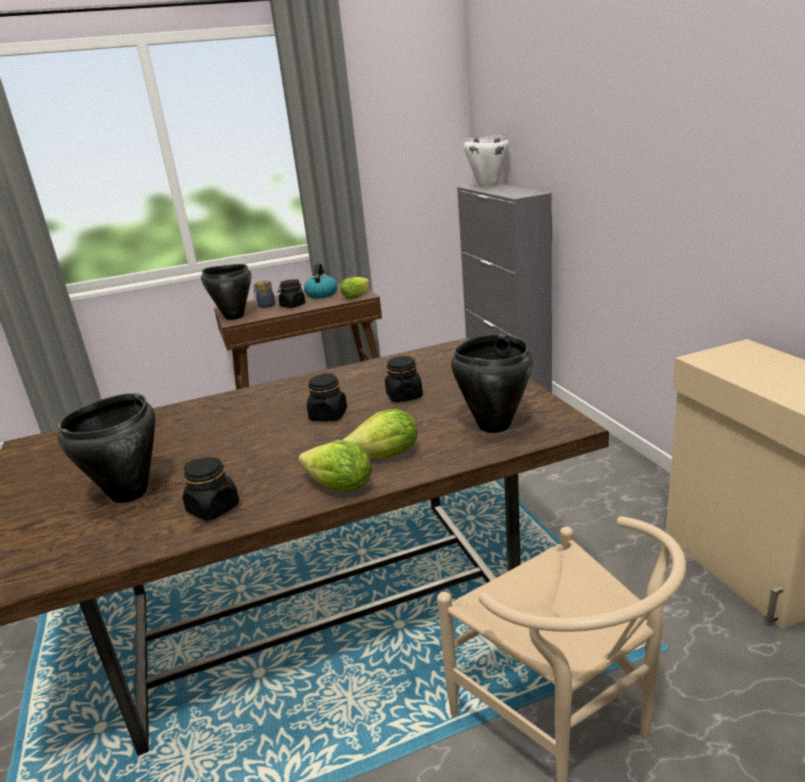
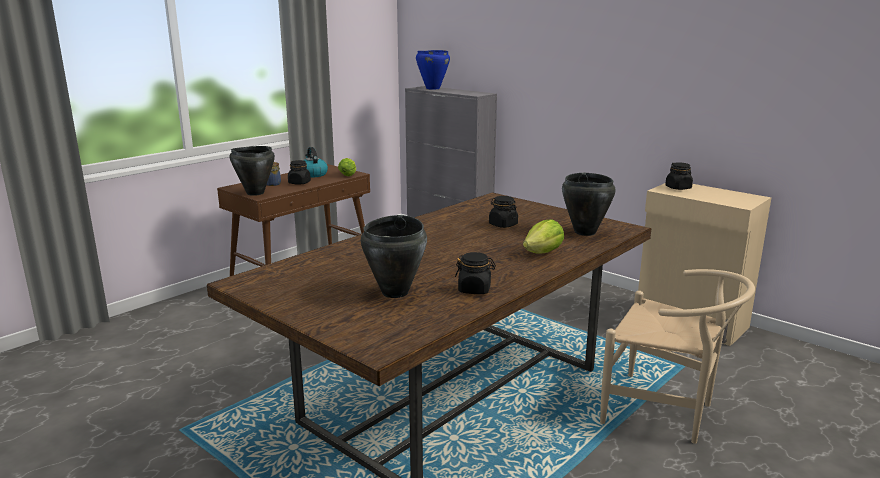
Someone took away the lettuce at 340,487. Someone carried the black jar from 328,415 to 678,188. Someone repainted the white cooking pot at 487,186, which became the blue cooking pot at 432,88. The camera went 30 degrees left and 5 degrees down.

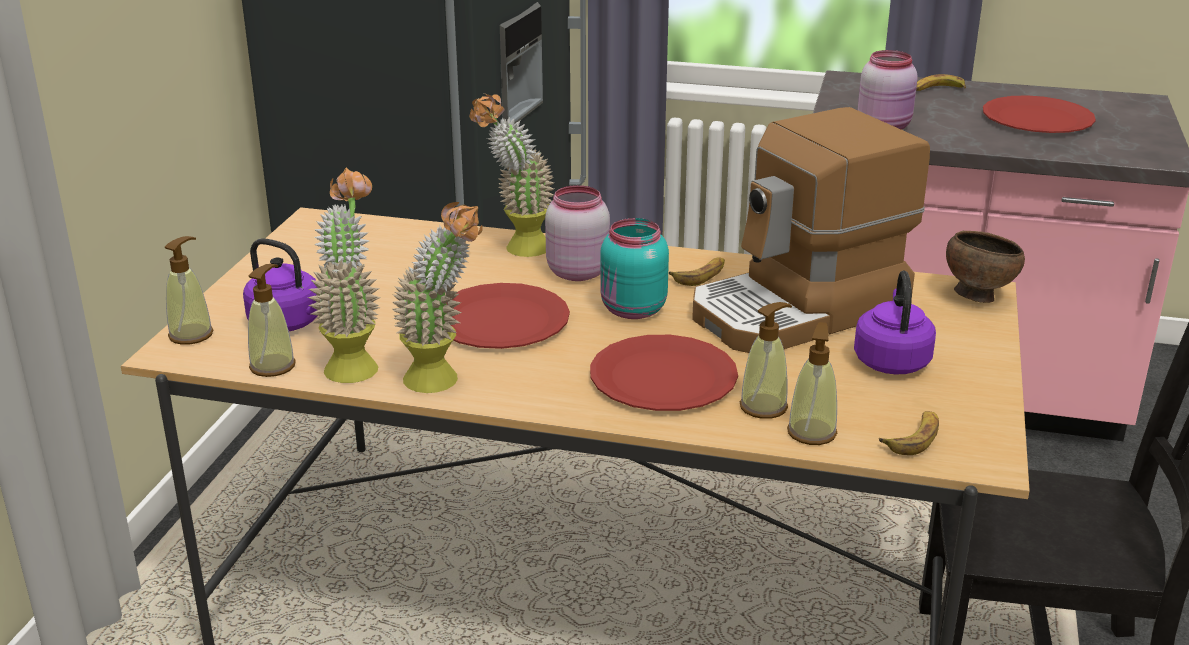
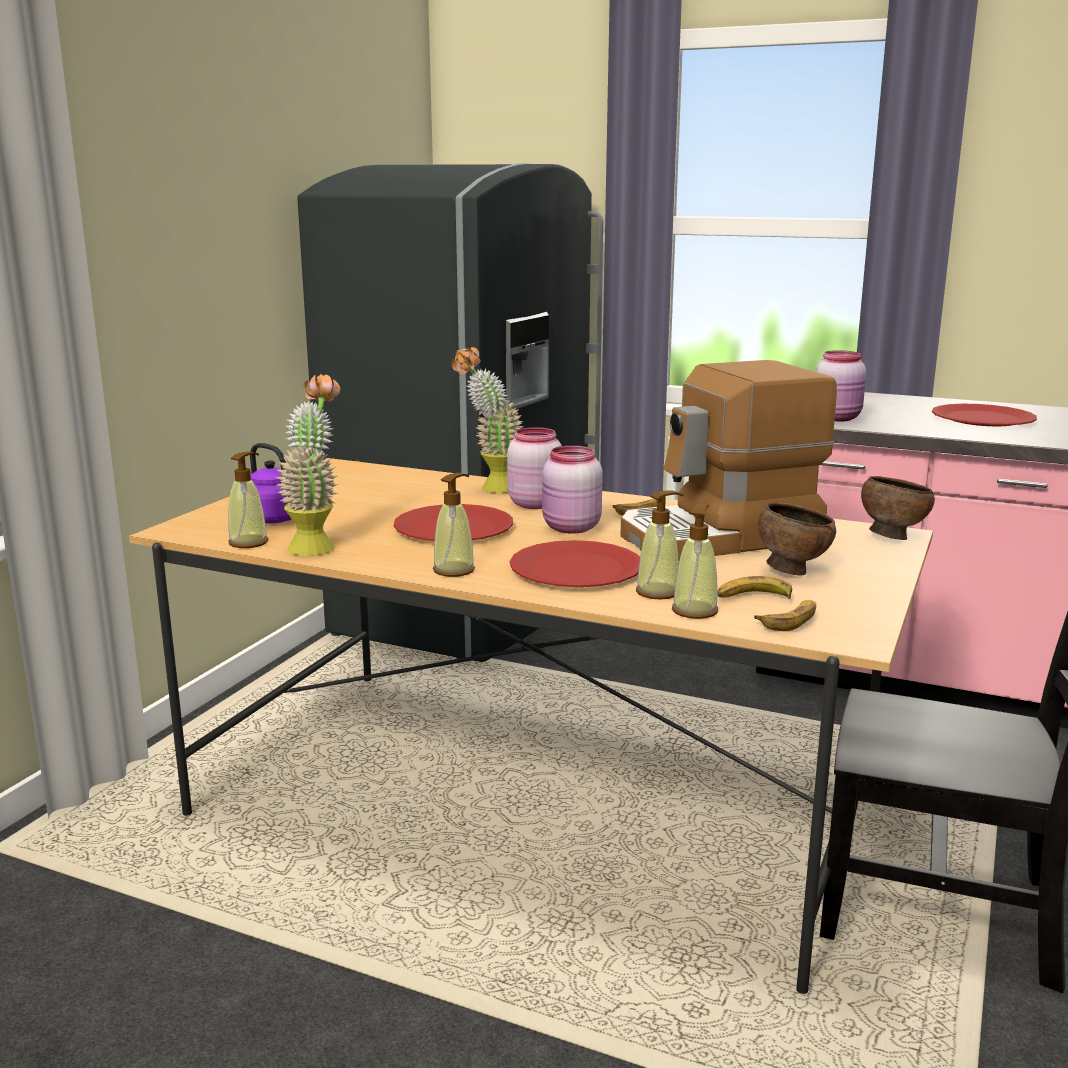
Someone took away the potted plant at 444,382. Someone carried the soap dispenser from 191,335 to 454,570. Someone carried the banana from 938,90 to 753,597. Someone swapped the purple kettle at 891,360 for the brown bowl at 792,571. Someone repainted the turquoise jar at 632,310, which became the pink jar at 570,528. The camera went 10 degrees right and 10 degrees down.

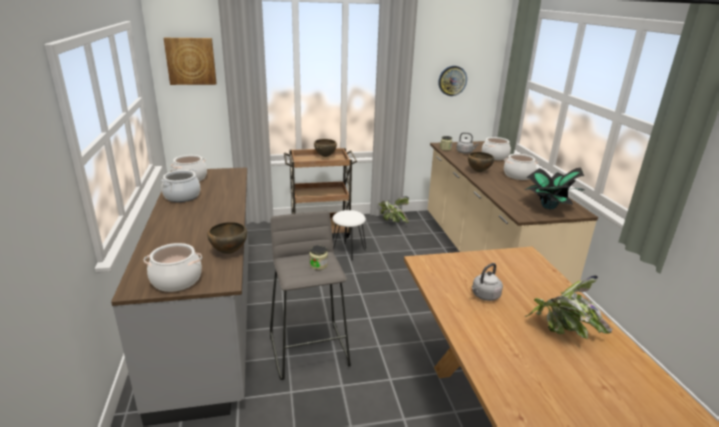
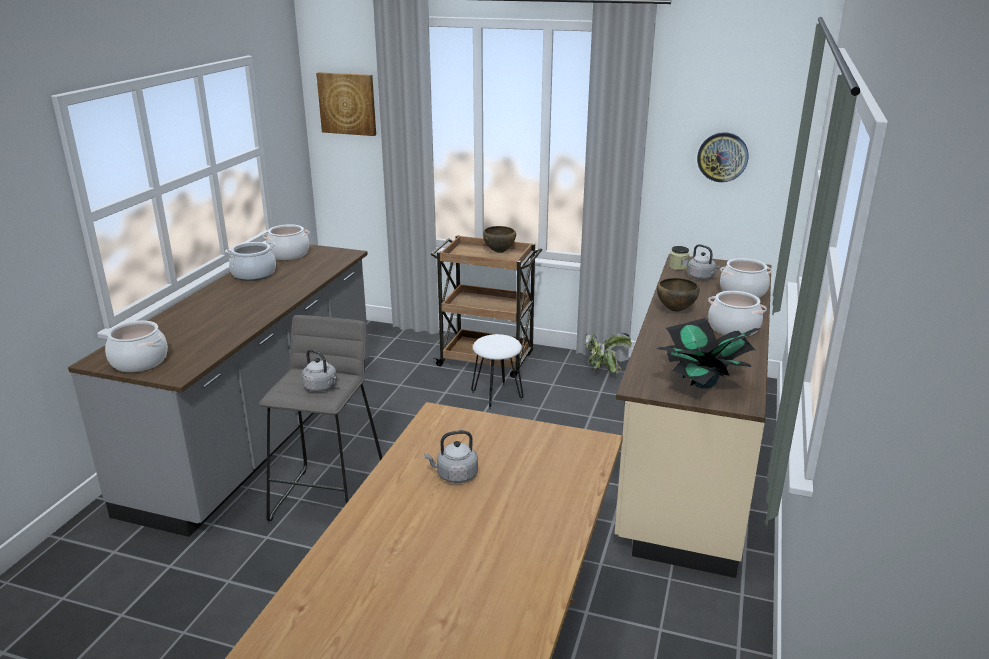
Someone took away the brown bowl at 229,252. Someone took away the potted plant at 562,332. Someone swapped the jar at 318,265 for the grey kettle at 321,387. The camera went 30 degrees right and 0 degrees up.

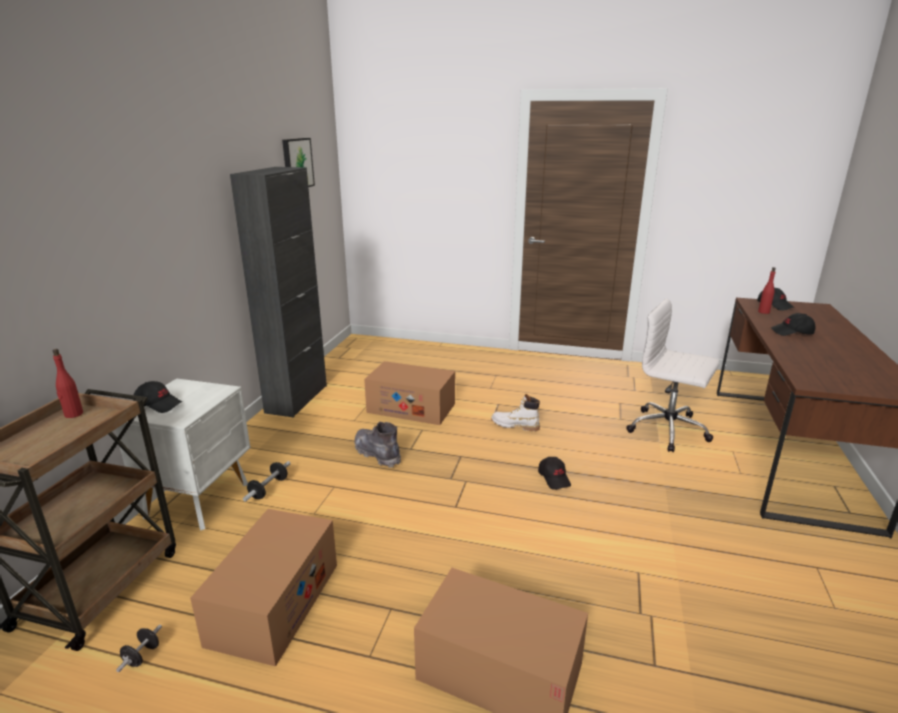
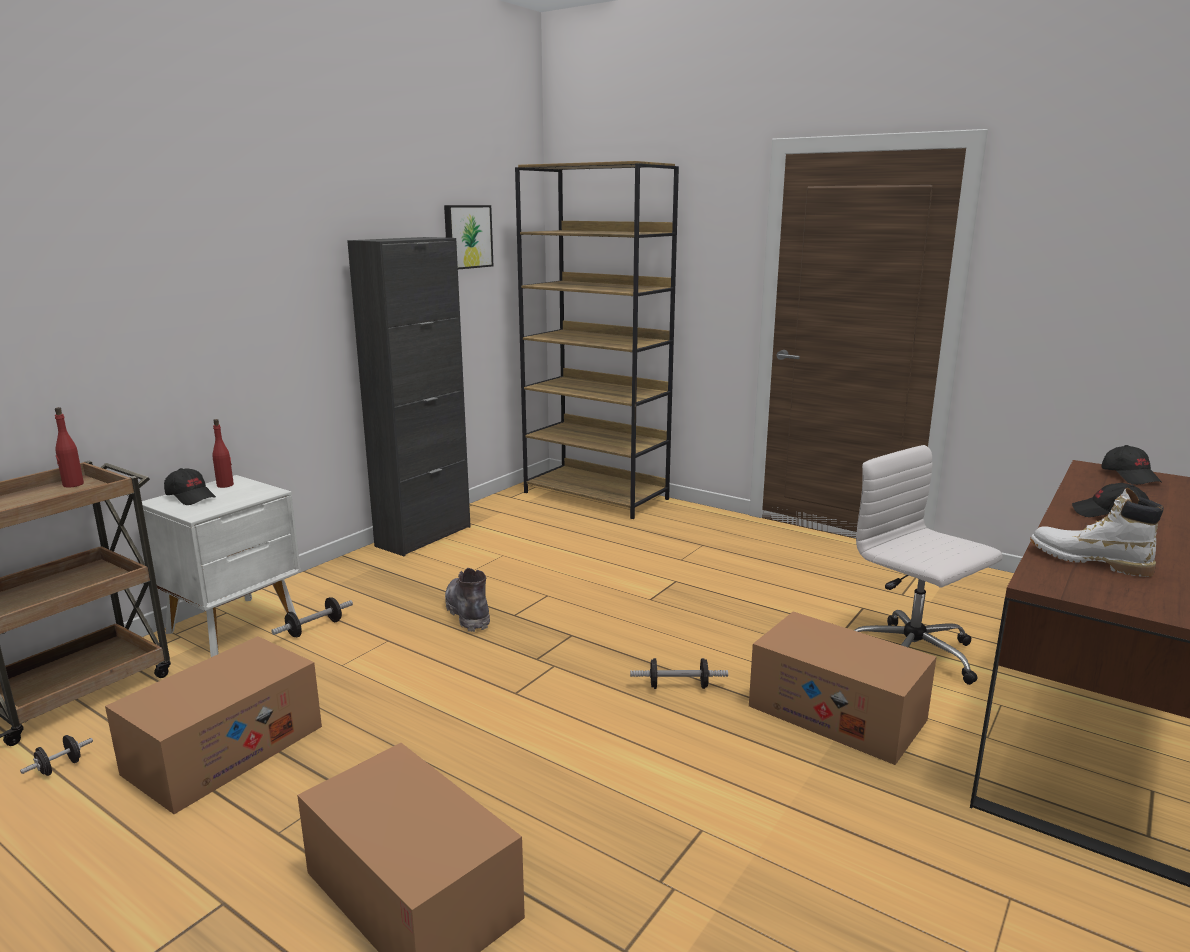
Someone put down the brown bookcase at 596,496. Someone carried the cardboard box from 411,408 to 836,713. Someone carried the white boot from 515,425 to 1088,561. Someone carried the red bottle from 763,312 to 225,485. Someone swapped the black cap at 554,478 for the dumbbell at 678,686. The camera went 20 degrees right and 5 degrees down.

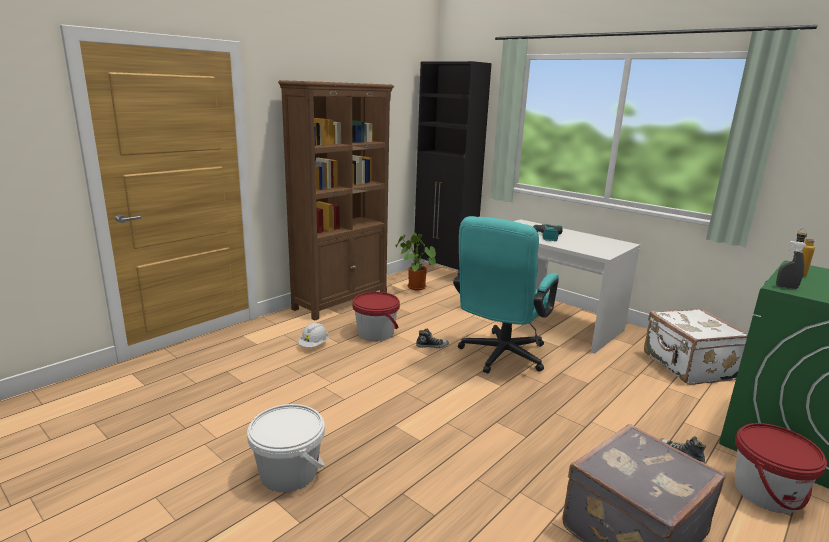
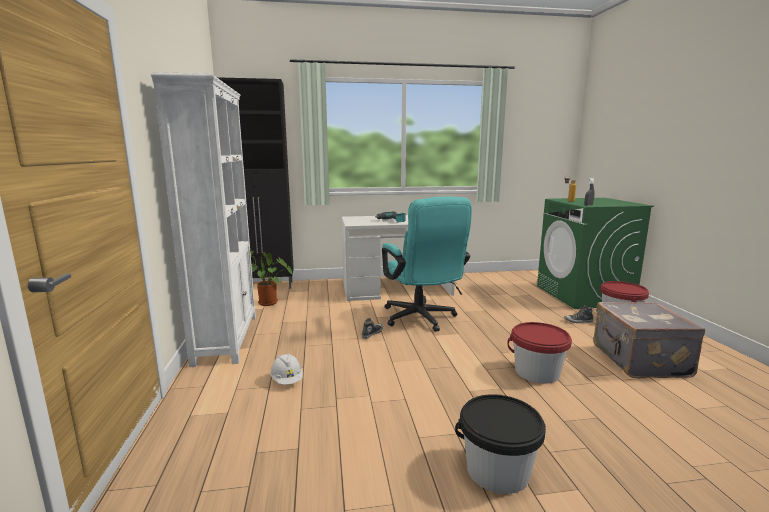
Someone took away the white suitcase at 688,366. Someone carried the red bucket from 375,333 to 537,372. Someone repainted the white bucket at 289,472, which became the black bucket at 497,470. Someone repainted the brown bookcase at 341,301, which became the white bookcase at 226,338. The camera went 50 degrees left and 5 degrees down.

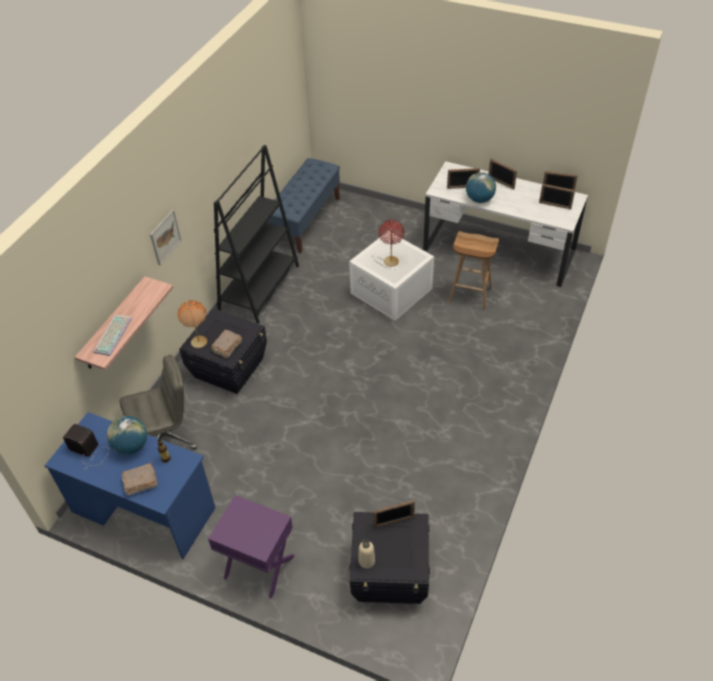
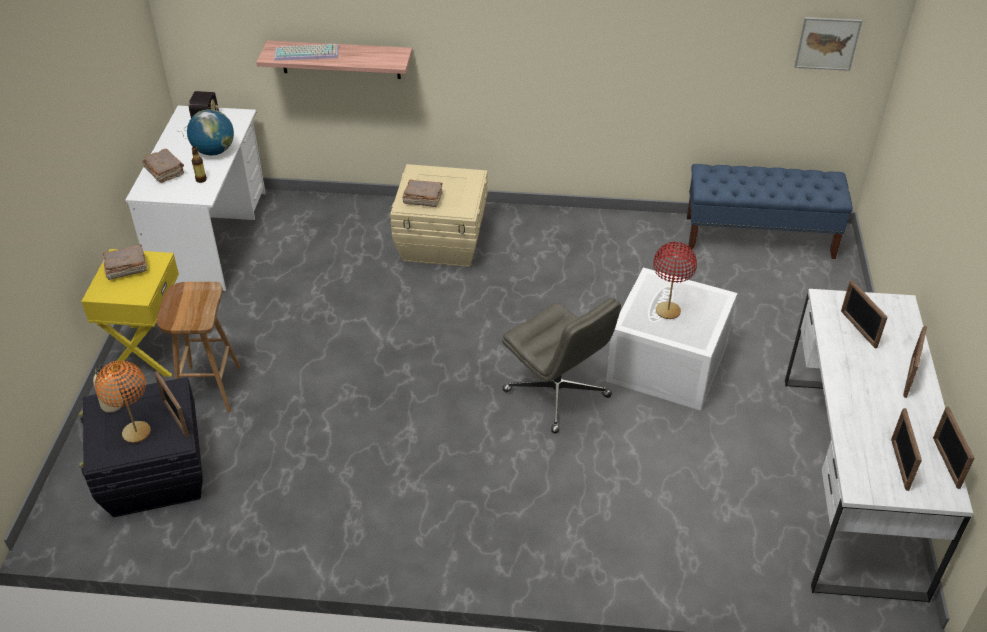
Someone took away the black bookcase at 259,288. Someone took away the globe at 479,199. Someone put down the brown book at 126,268. Someone carried the grey office chair from 165,437 to 558,394. Someone carried the picture from 165,237 to 827,43. Someone carried the orange table lamp from 199,342 to 136,432. Someone carried the brown stool from 469,295 to 209,388. Someone repainted the blue desk at 143,509, which became the white desk at 211,237. Someone repainted the black storage box at 229,368, which became the beige storage box at 442,243. Someone repainted the purple nightstand at 258,567, which became the yellow nightstand at 149,350. The camera went 70 degrees right and 5 degrees down.

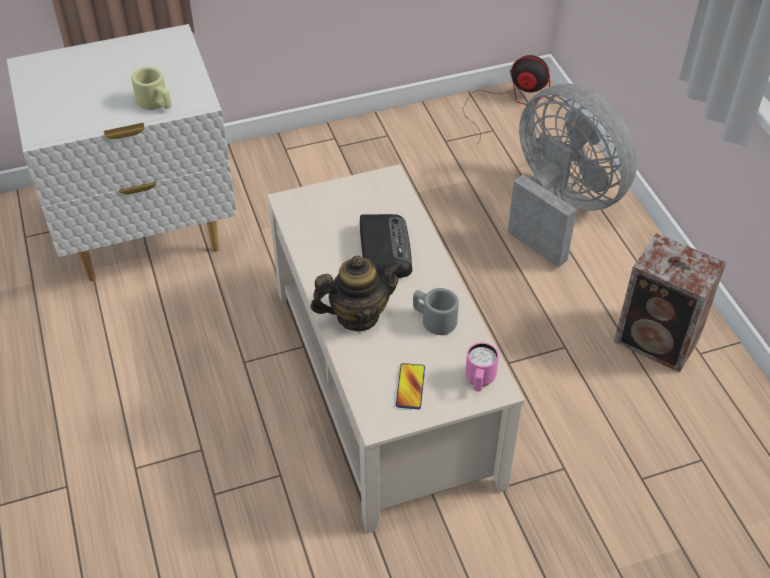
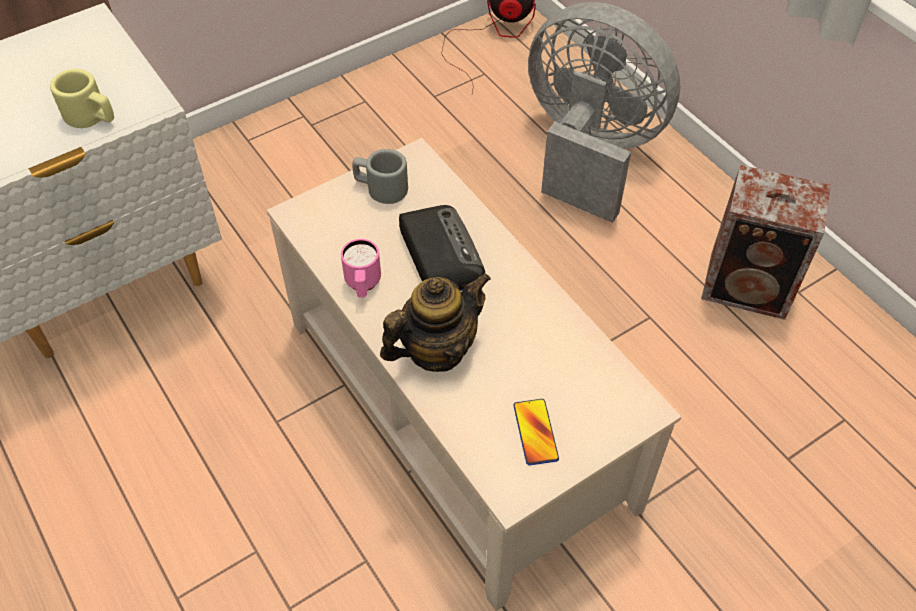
Someone carried the grey mug from 433,319 to 380,188. Someone carried the pink mug from 479,381 to 363,285. The camera went 15 degrees left and 5 degrees up.

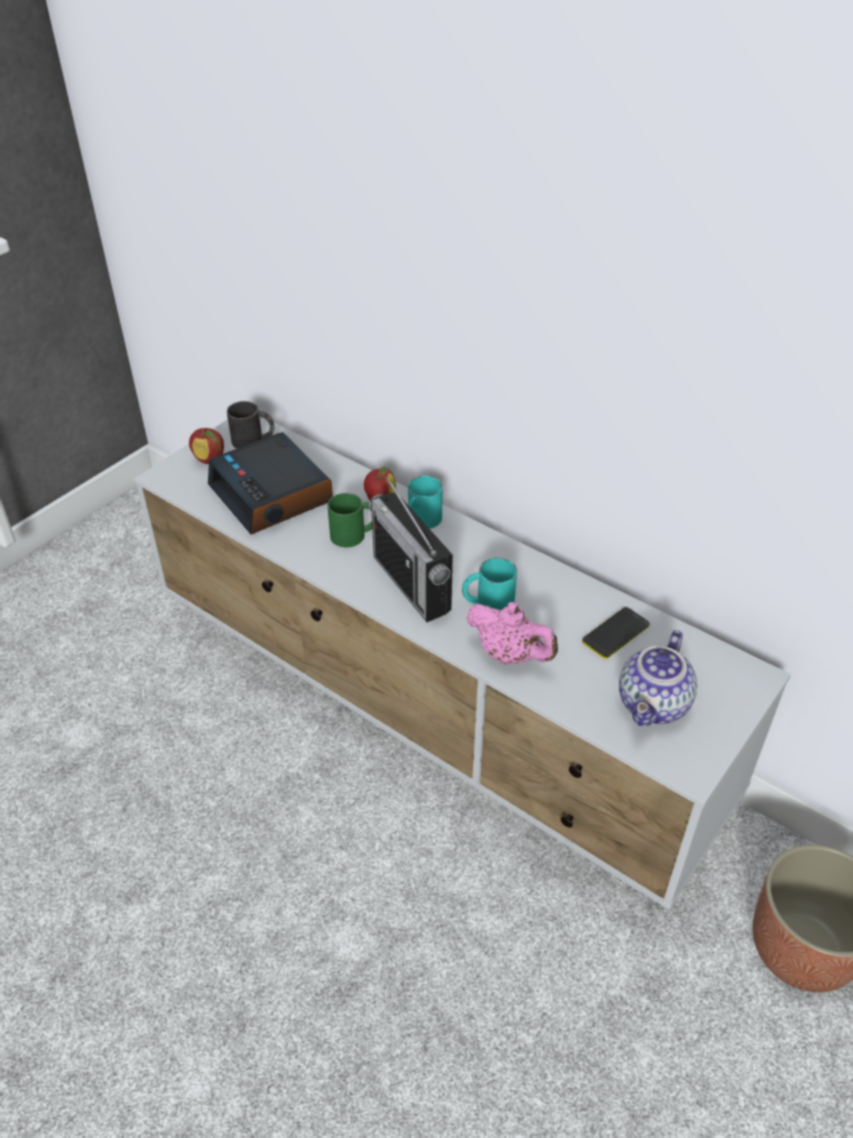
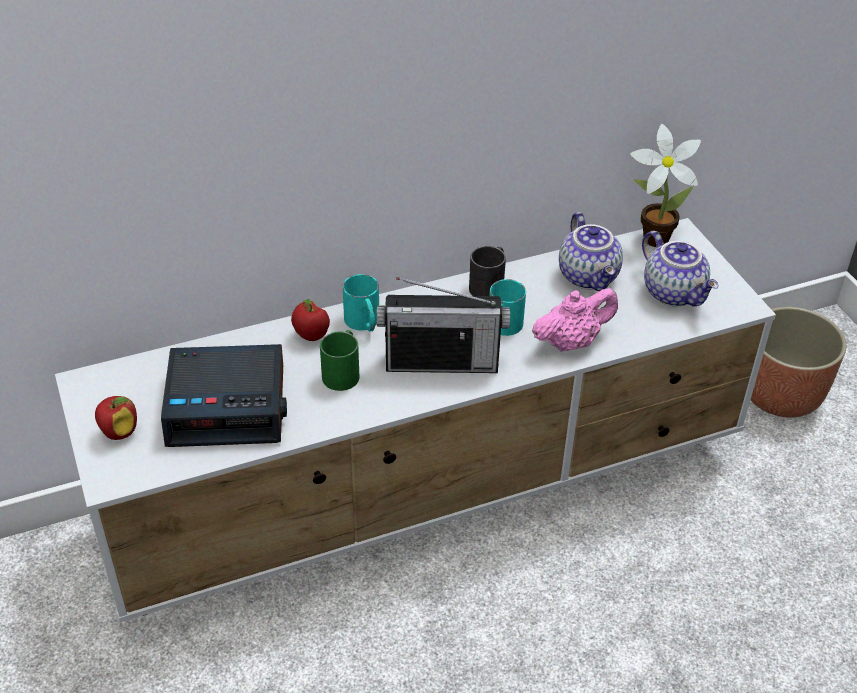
Someone put down the potted plant at 651,238. Someone carried the black mug from 253,440 to 489,285. Someone swapped the phone at 616,633 for the teapot at 589,277. The camera went 60 degrees left and 0 degrees up.

